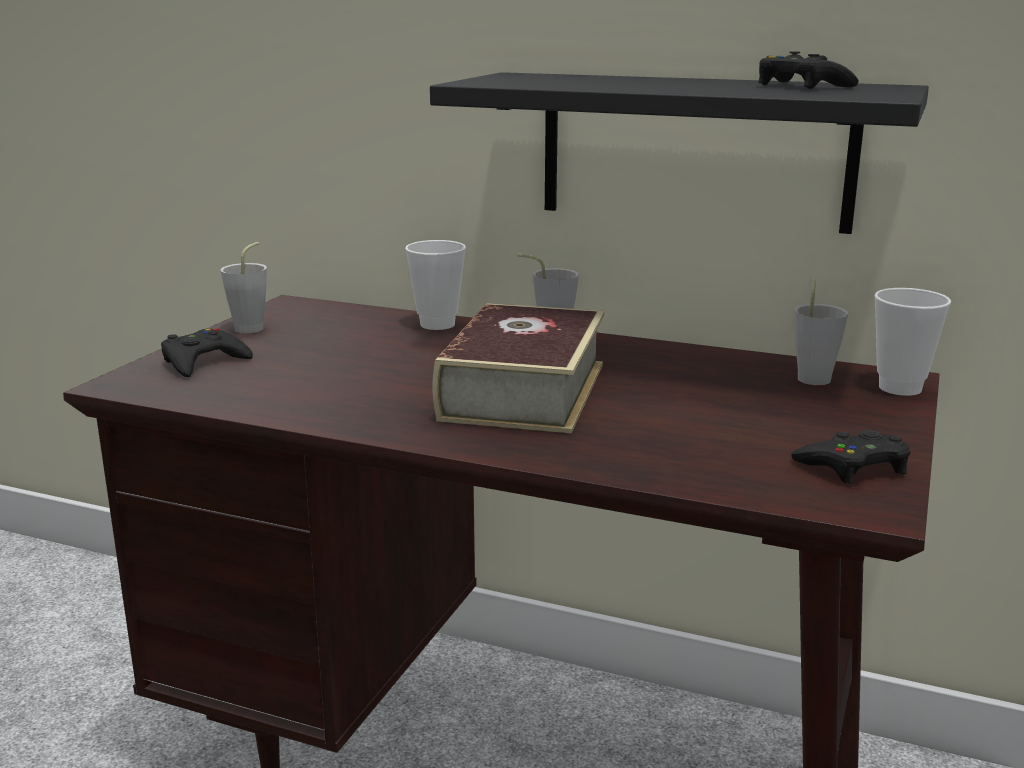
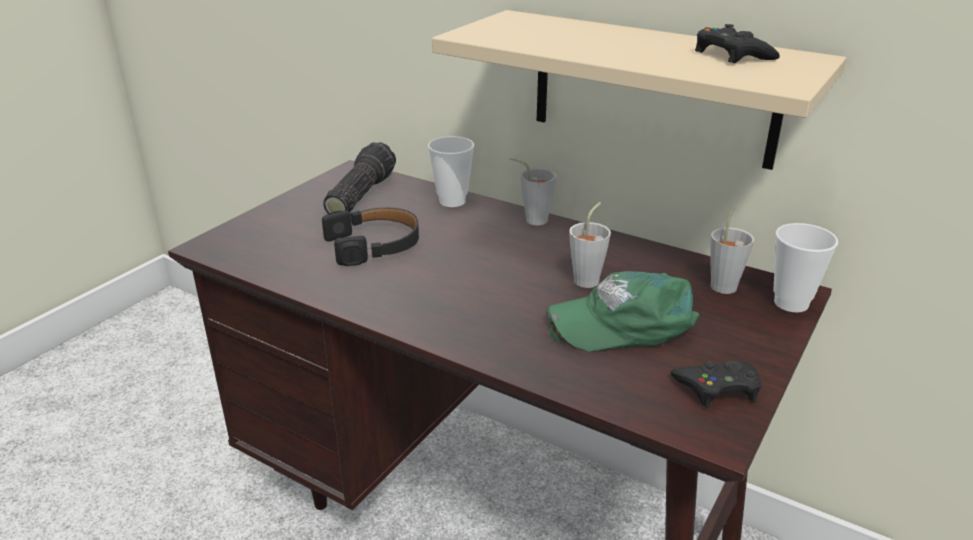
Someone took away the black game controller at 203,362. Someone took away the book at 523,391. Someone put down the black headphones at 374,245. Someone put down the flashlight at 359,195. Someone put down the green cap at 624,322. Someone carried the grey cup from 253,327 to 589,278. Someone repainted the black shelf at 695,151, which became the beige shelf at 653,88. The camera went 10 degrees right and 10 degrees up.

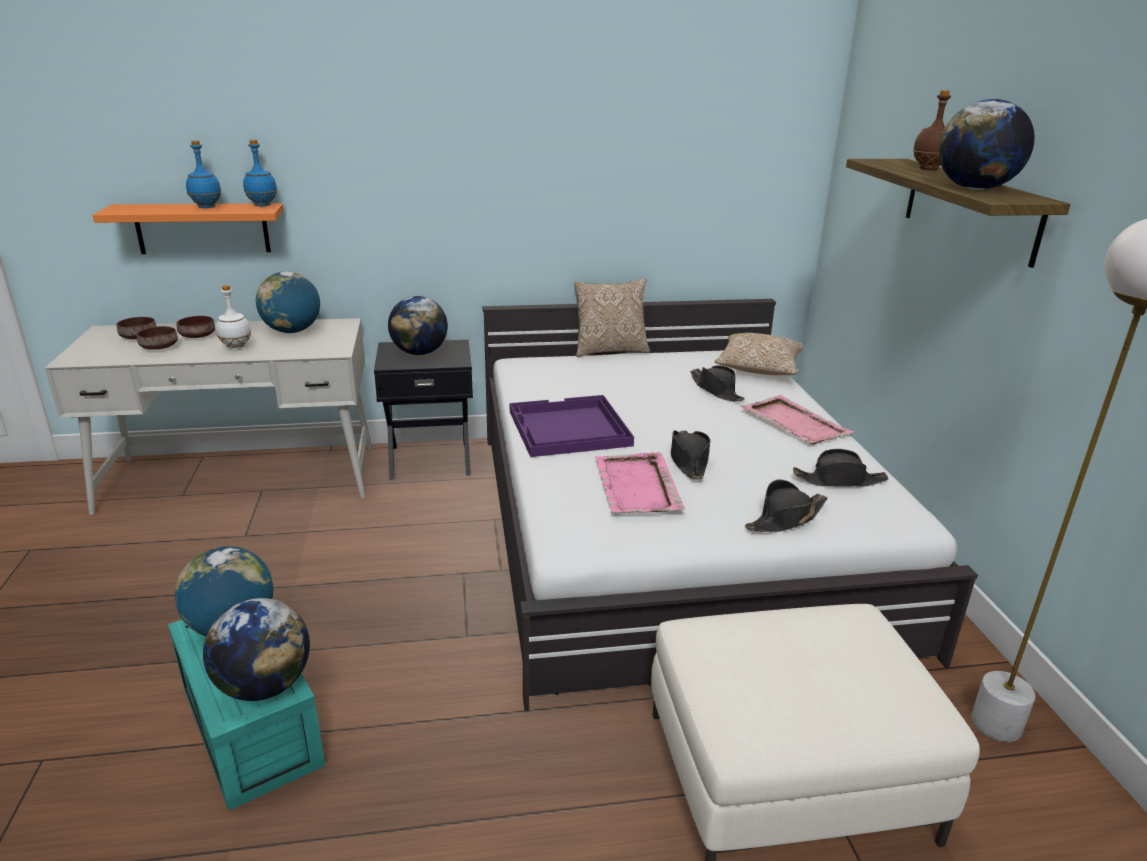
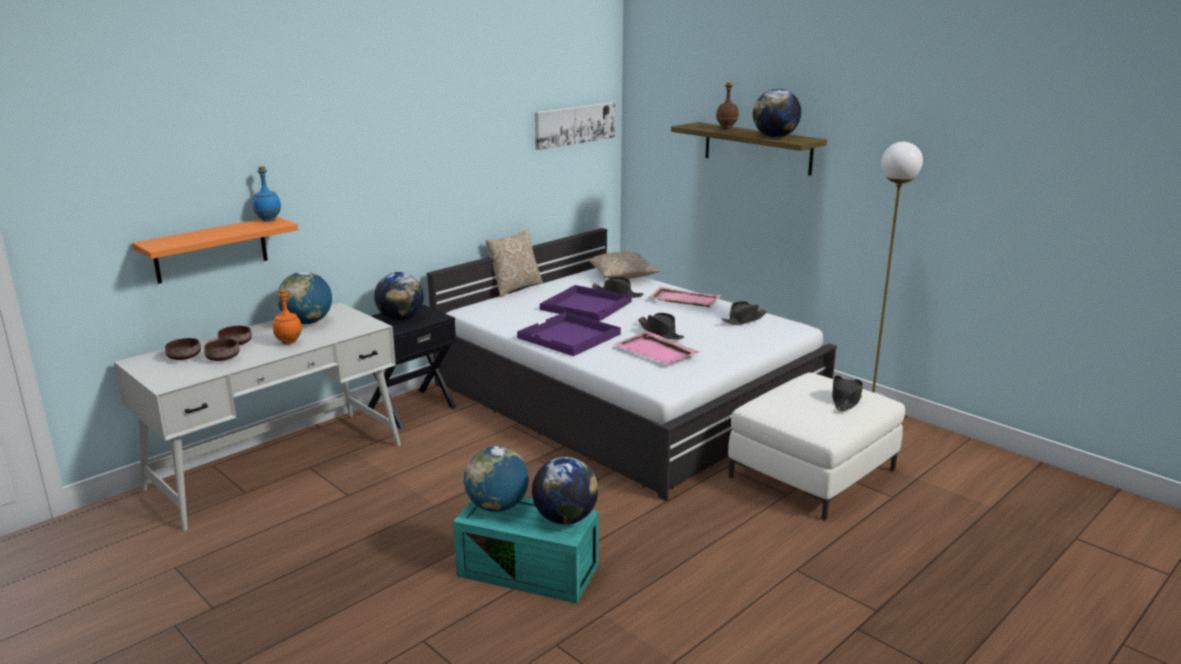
Someone took away the blue bottle at 206,207. Someone put up the picture at 574,125. Someone put down the purple tray at 587,305. Someone carried the black hat from 785,519 to 845,399. Someone repainted the white bottle at 237,347, which became the orange bottle at 289,342. The camera went 35 degrees left and 5 degrees down.

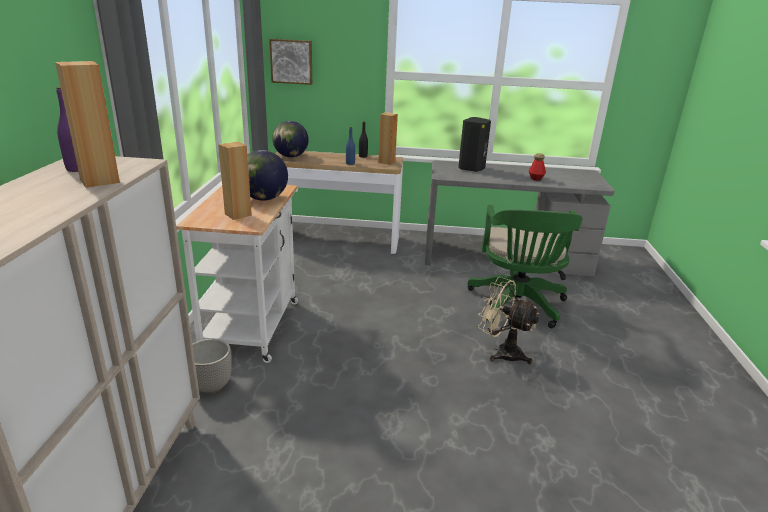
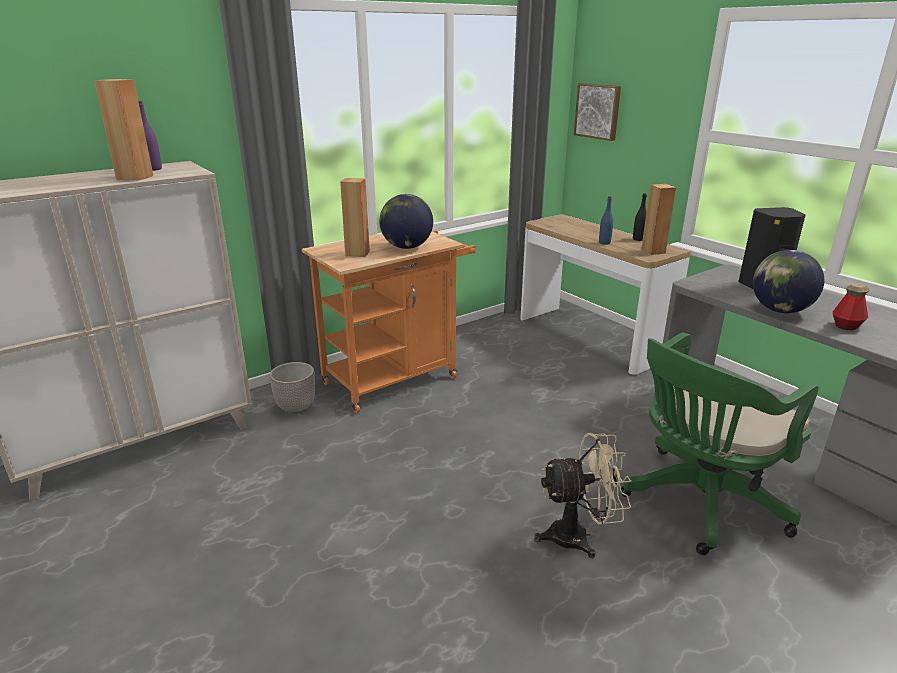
Someone carried the globe from 291,156 to 780,310. Someone repainted the white cart at 254,323, which became the orange cart at 397,377. Someone rotated the beige fan at 502,352 by 90 degrees clockwise. The camera went 50 degrees right and 0 degrees up.

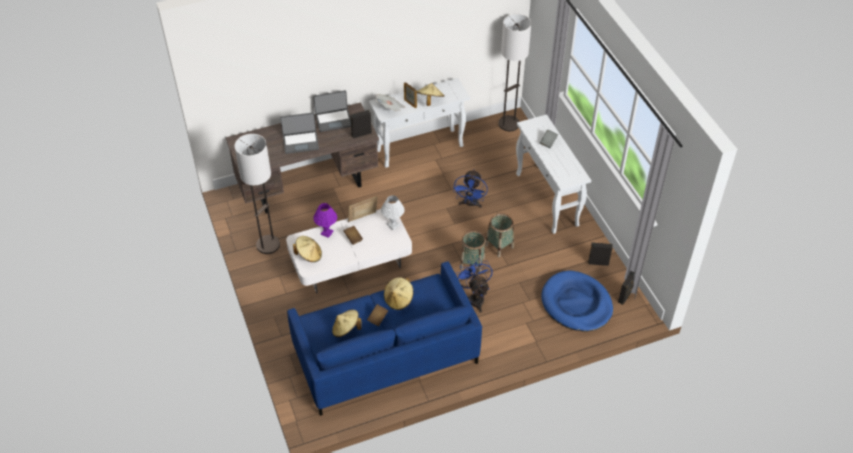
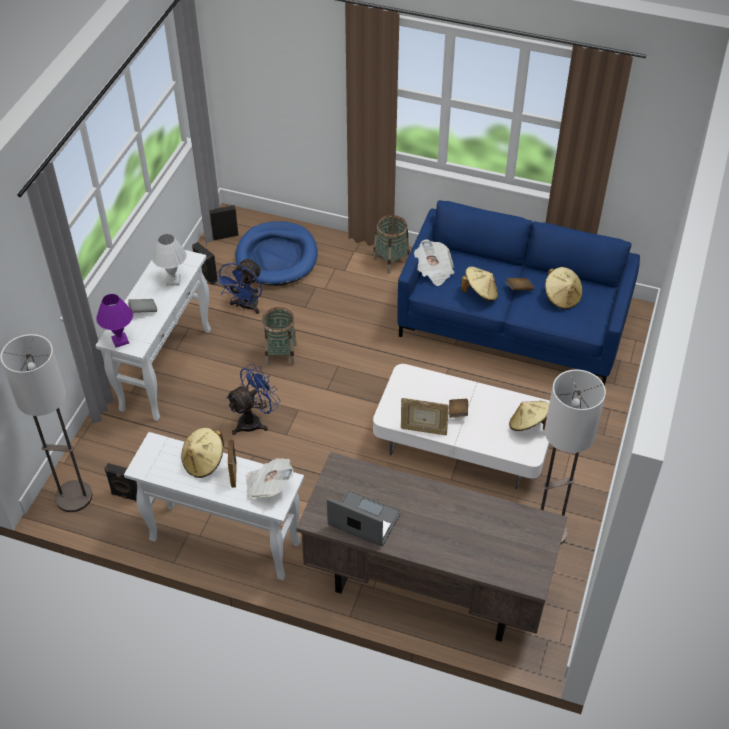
Someone took away the laptop at 300,142. Someone put down the newspaper at 433,271. Someone carried the purple table lamp from 326,233 to 120,340. Someone carried the black speaker from 361,133 to 126,496. Someone carried the white table lamp from 393,225 to 173,280. Someone carried the blue fan from 475,297 to 245,306. Someone carried the basket from 472,263 to 391,261. The camera went 140 degrees left and 0 degrees up.

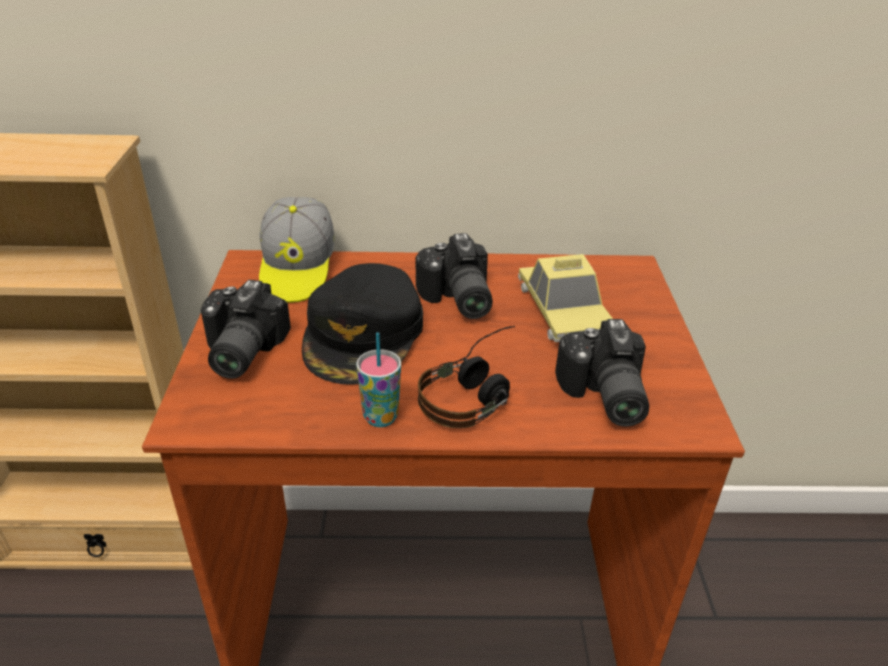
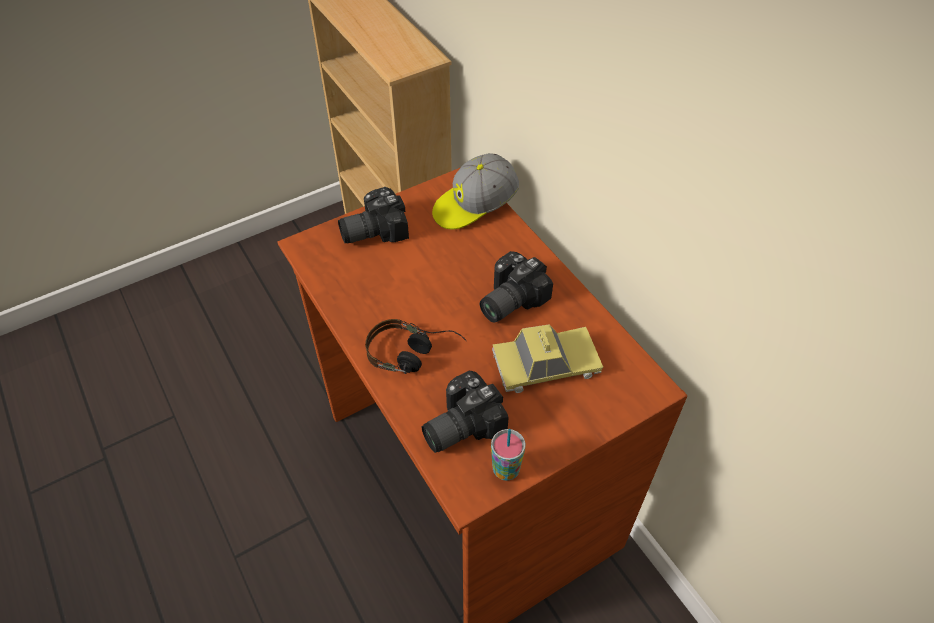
Someone took away the black cap at 364,334. Someone carried the cup from 380,417 to 506,470. Someone rotated the toy car at 563,311 by 150 degrees counterclockwise. The camera went 60 degrees right and 15 degrees up.

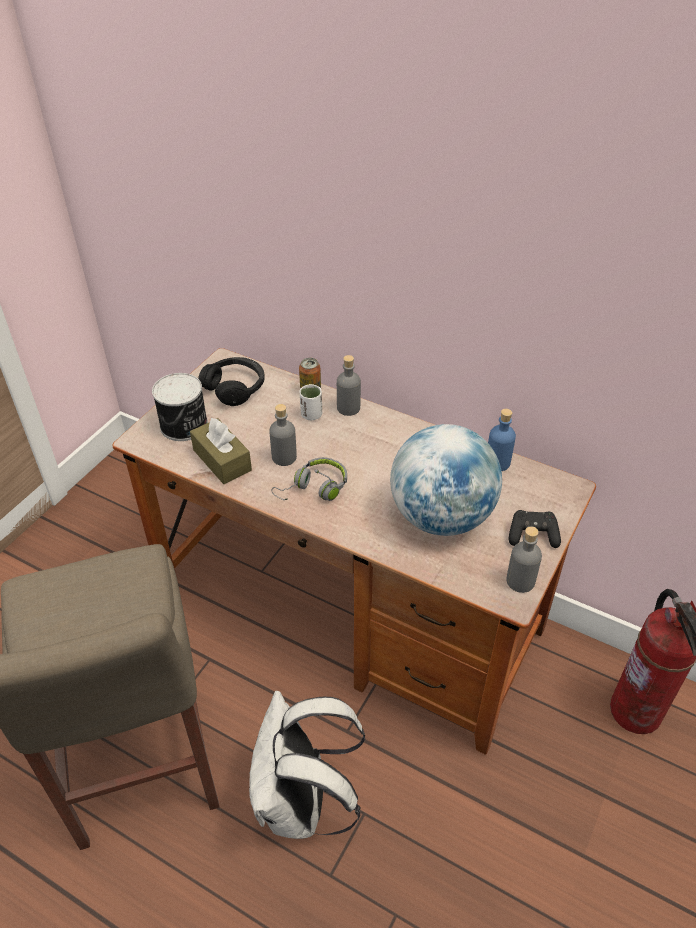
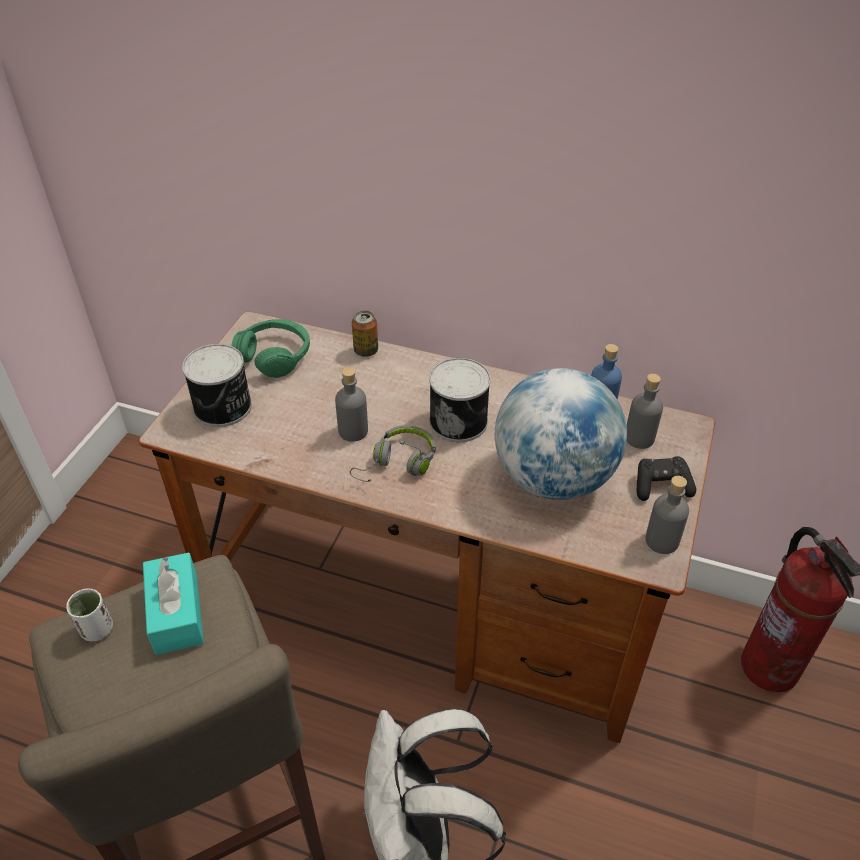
Someone took away the brown tissue box at 222,460. Someone put down the turquoise tissue box at 176,613. Someone put down the can at 459,420. Someone carried the white cup from 311,415 to 97,629. Someone carried the grey bottle from 348,408 to 639,438. Someone repainted the black headphones at 235,388, which became the green headphones at 275,356. The camera went 10 degrees left and 0 degrees up.

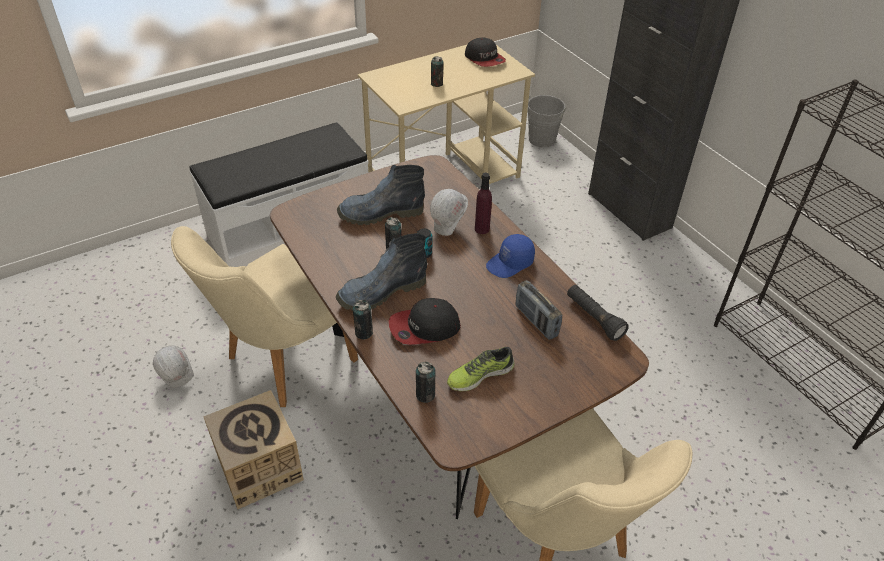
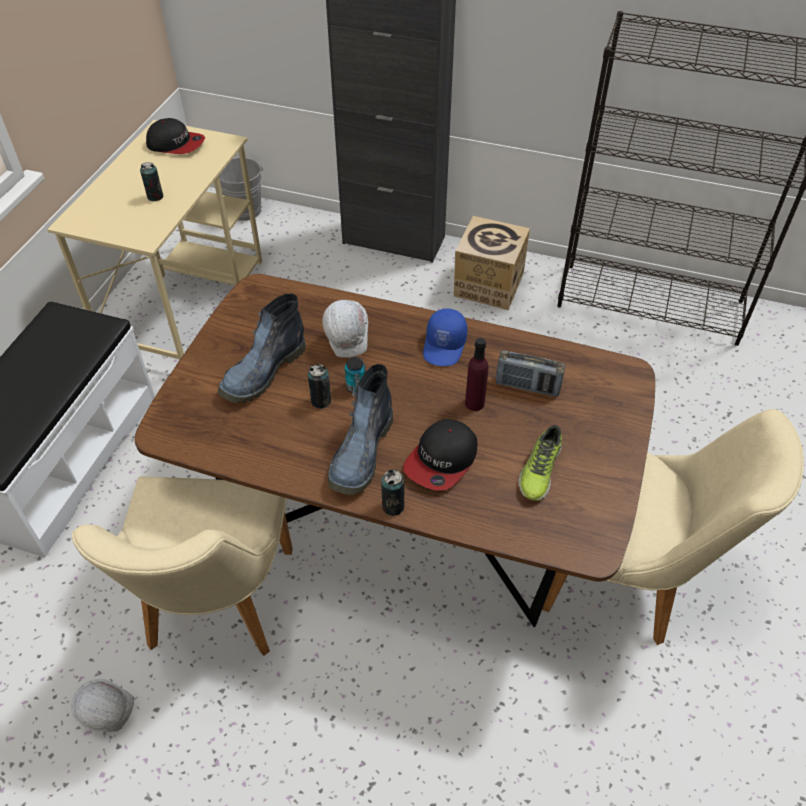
Someone took away the can at 425,395. Someone took away the black flashlight at 593,318. Someone carried the cardboard box from 259,468 to 488,285. Someone carried the purple bottle from 482,229 to 474,403. The camera went 40 degrees left and 5 degrees up.

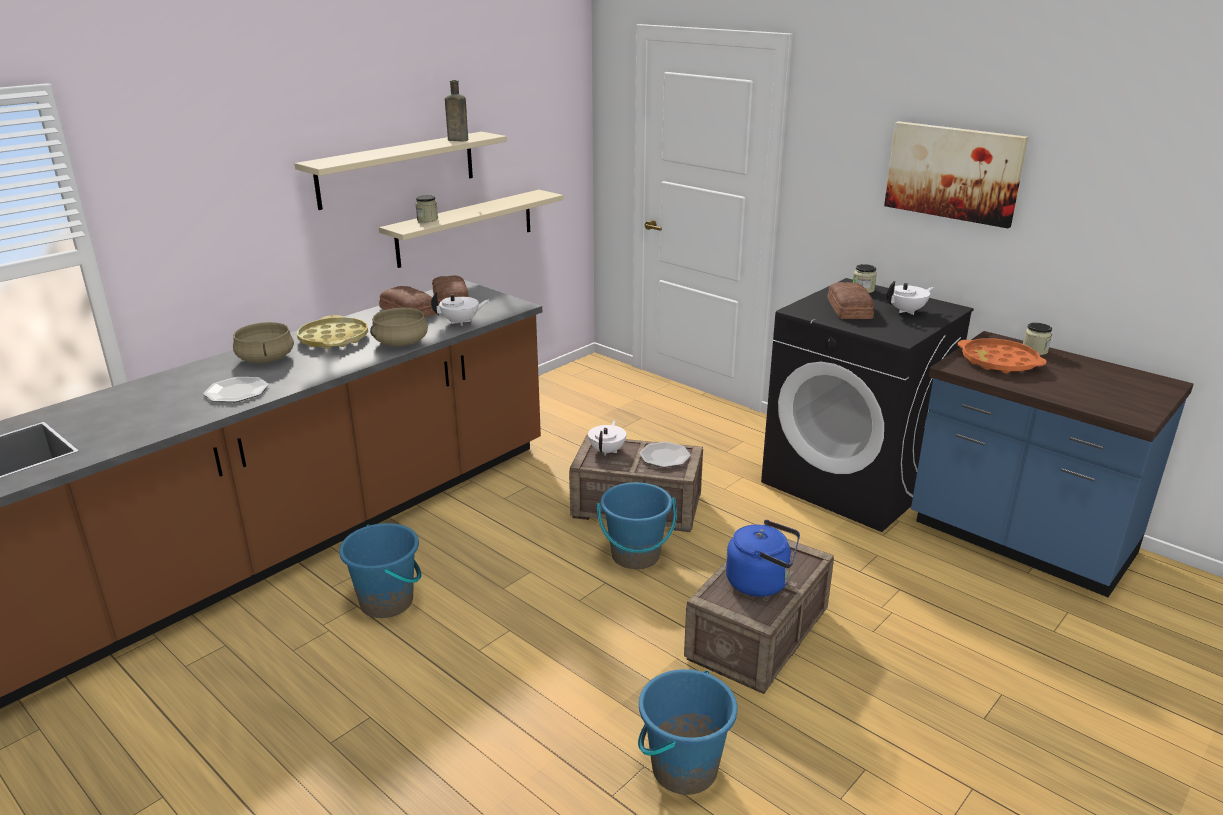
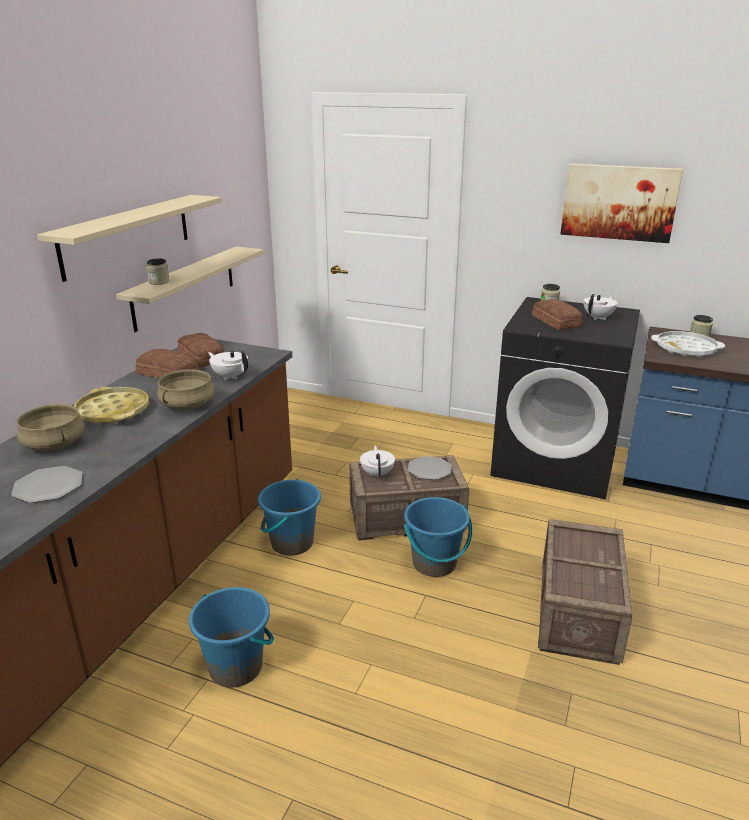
Someone took away the brown bottle at 456,140. Someone took away the blue kettle at 761,583. Someone carried the blue bucket from 683,769 to 291,543. Someone repainted the orange tray at 999,362, which became the white tray at 686,349. Someone rotated the white teapot at 461,322 by 105 degrees counterclockwise. The camera went 20 degrees left and 0 degrees up.

